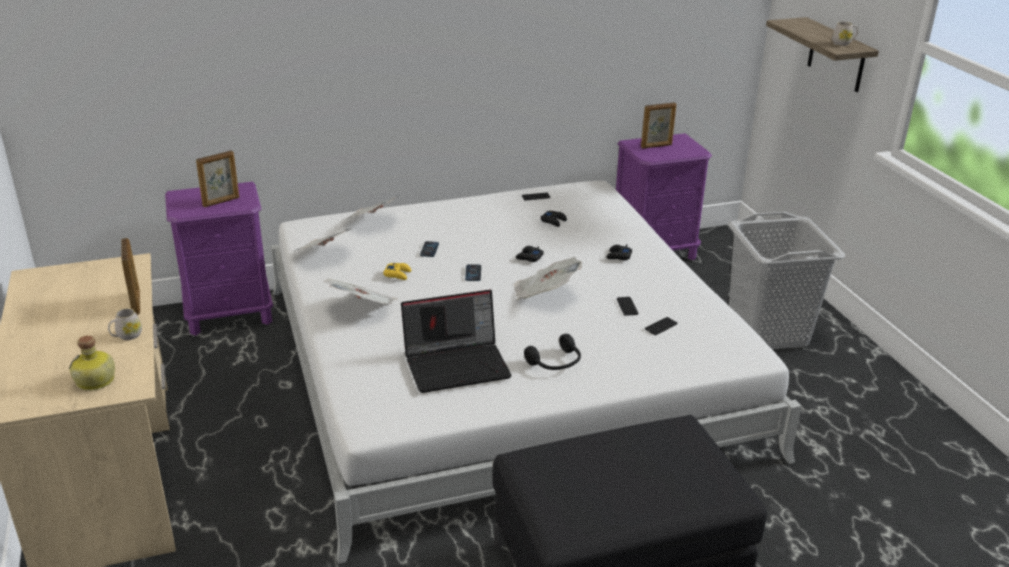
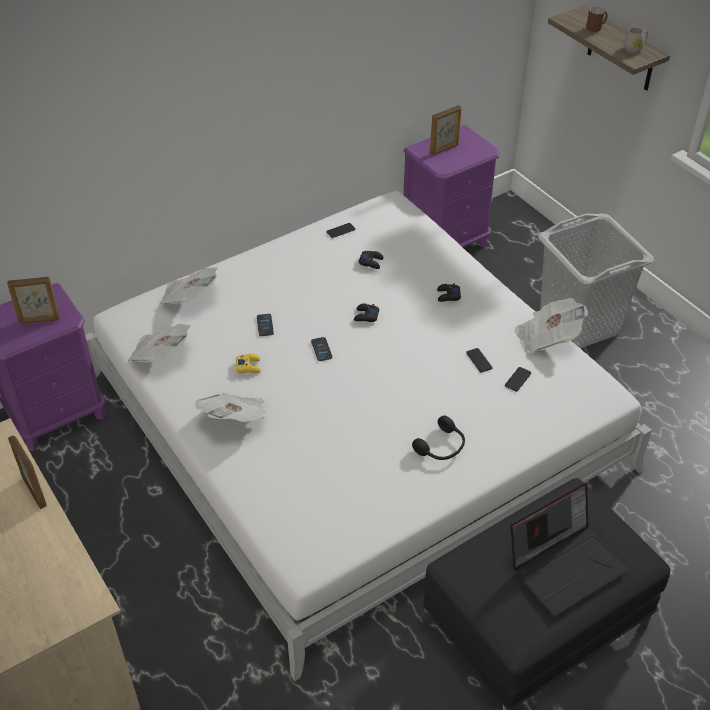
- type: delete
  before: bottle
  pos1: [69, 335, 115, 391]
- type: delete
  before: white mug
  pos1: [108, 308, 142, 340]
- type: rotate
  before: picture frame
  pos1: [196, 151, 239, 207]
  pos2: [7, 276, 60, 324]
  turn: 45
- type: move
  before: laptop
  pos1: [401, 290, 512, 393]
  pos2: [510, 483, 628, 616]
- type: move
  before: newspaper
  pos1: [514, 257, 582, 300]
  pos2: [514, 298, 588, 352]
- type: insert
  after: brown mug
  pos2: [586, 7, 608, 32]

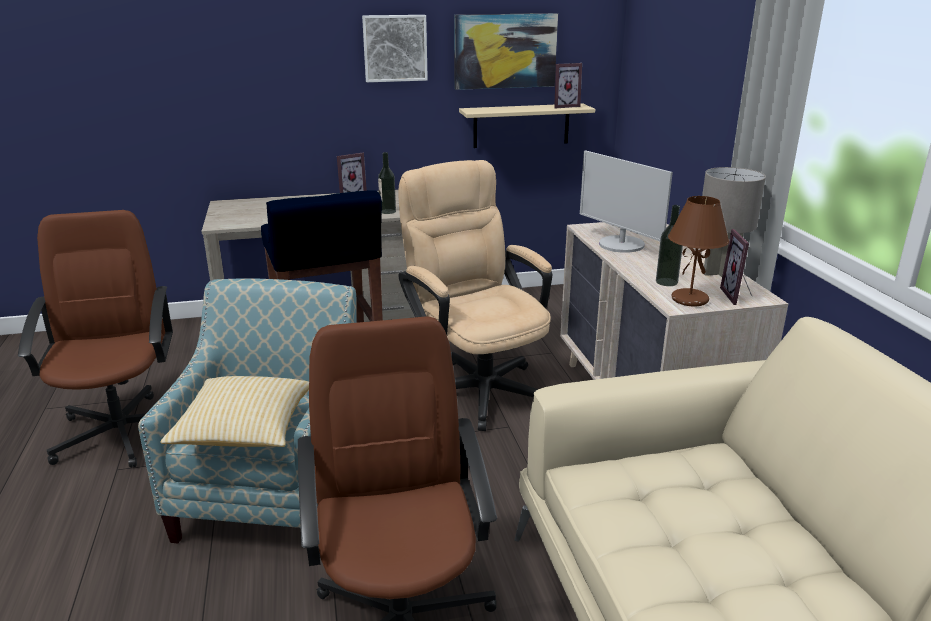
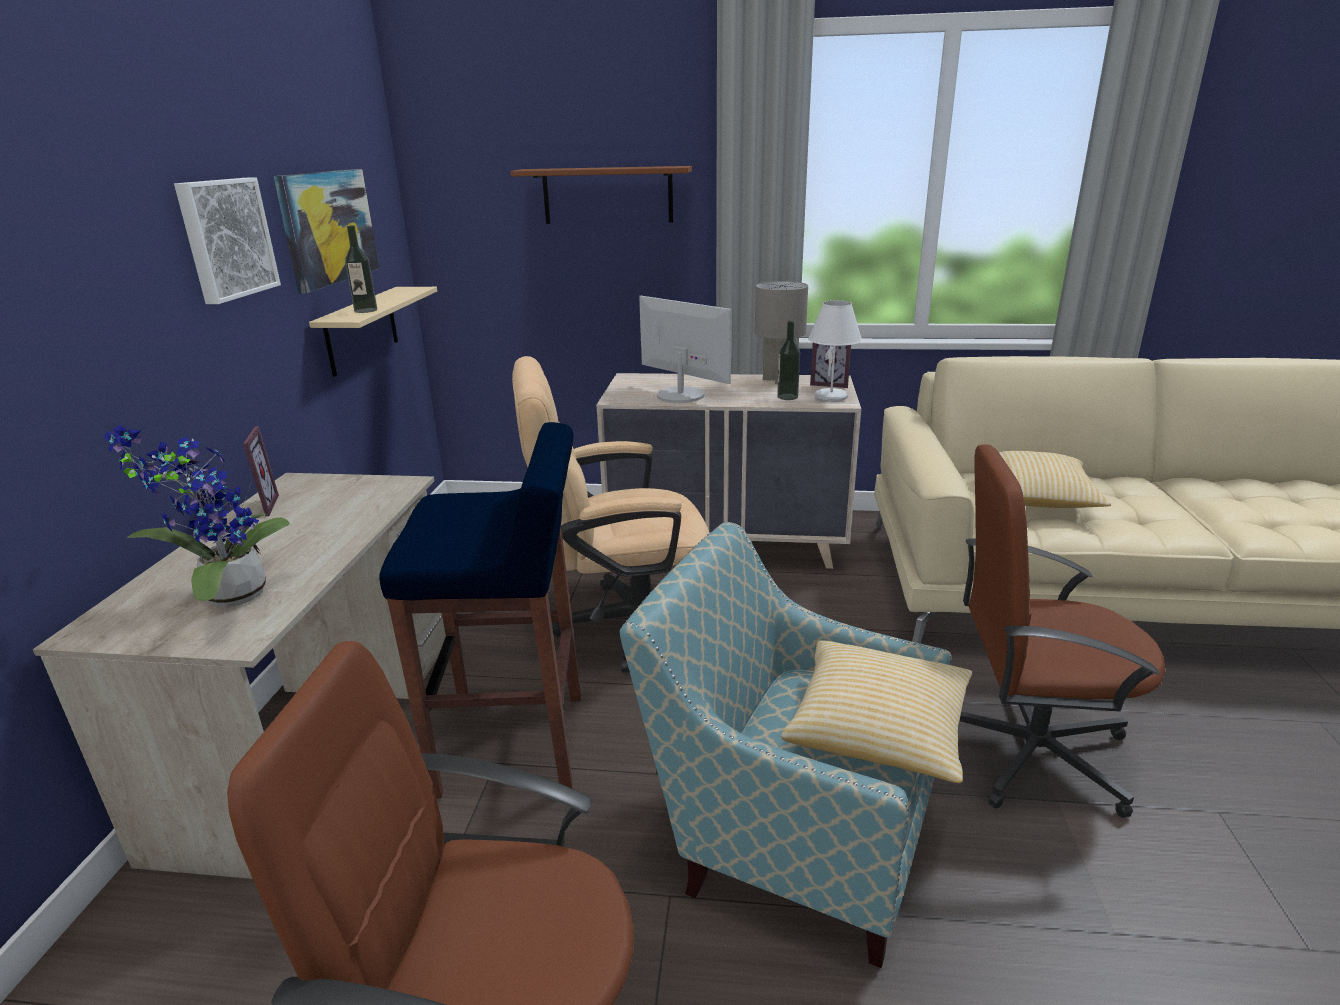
- type: move
  before: bottle
  pos1: [378, 152, 396, 214]
  pos2: [345, 225, 377, 313]
- type: delete
  before: picture frame
  pos1: [554, 63, 582, 108]
- type: rotate
  before: monitor
  pos1: [580, 150, 673, 253]
  pos2: [639, 296, 732, 403]
  turn: -120
- type: recolor
  before: brown table lamp
  after: white table lamp
  pos1: [668, 196, 729, 306]
  pos2: [808, 300, 862, 402]
- type: insert
  after: potted plant
  pos2: [104, 425, 290, 607]
- type: insert
  after: brown shelf
  pos2: [510, 166, 692, 224]
- type: insert
  after: pillow
  pos2: [999, 451, 1111, 508]

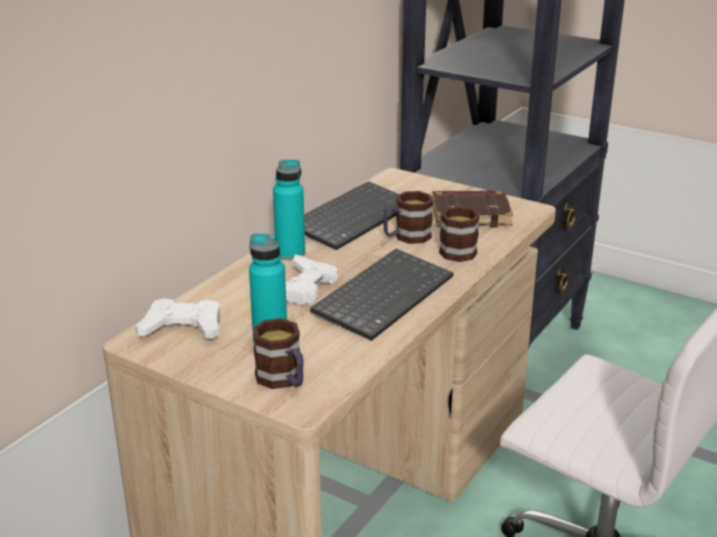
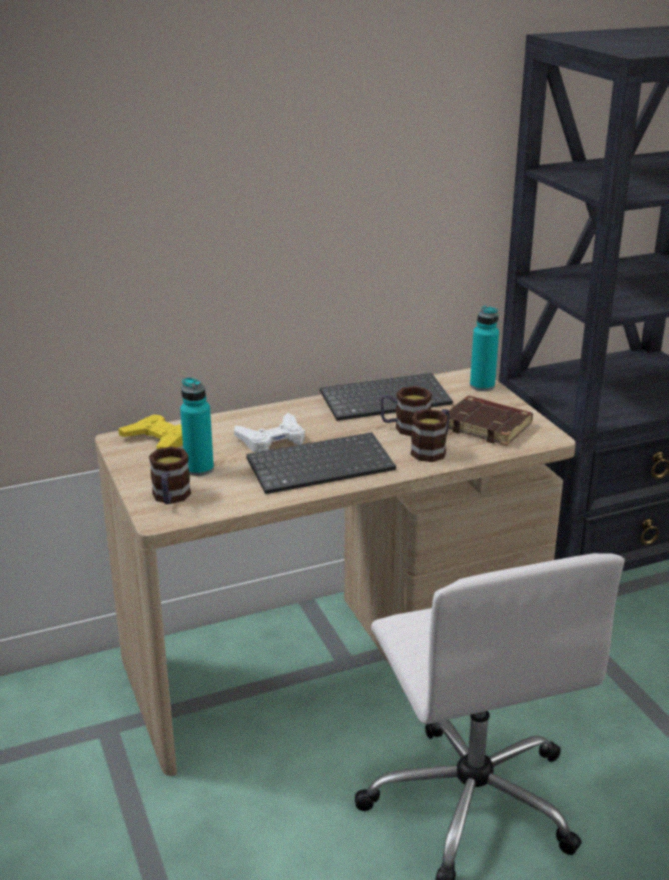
- type: recolor
  before: white game controller
  after: yellow game controller
  pos1: [135, 298, 220, 339]
  pos2: [118, 414, 183, 449]
- type: move
  before: turquoise bottle
  pos1: [273, 159, 305, 260]
  pos2: [470, 306, 499, 391]

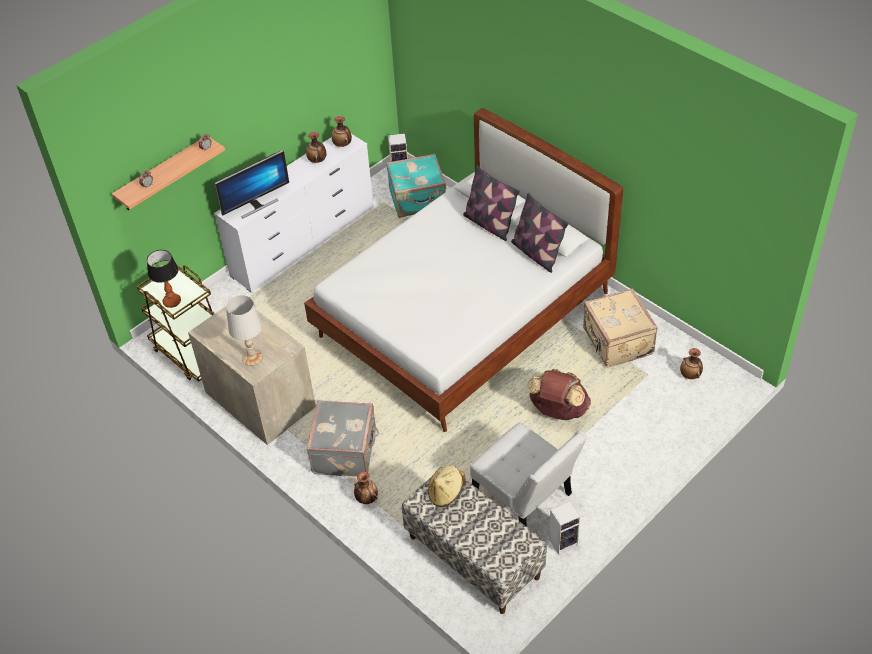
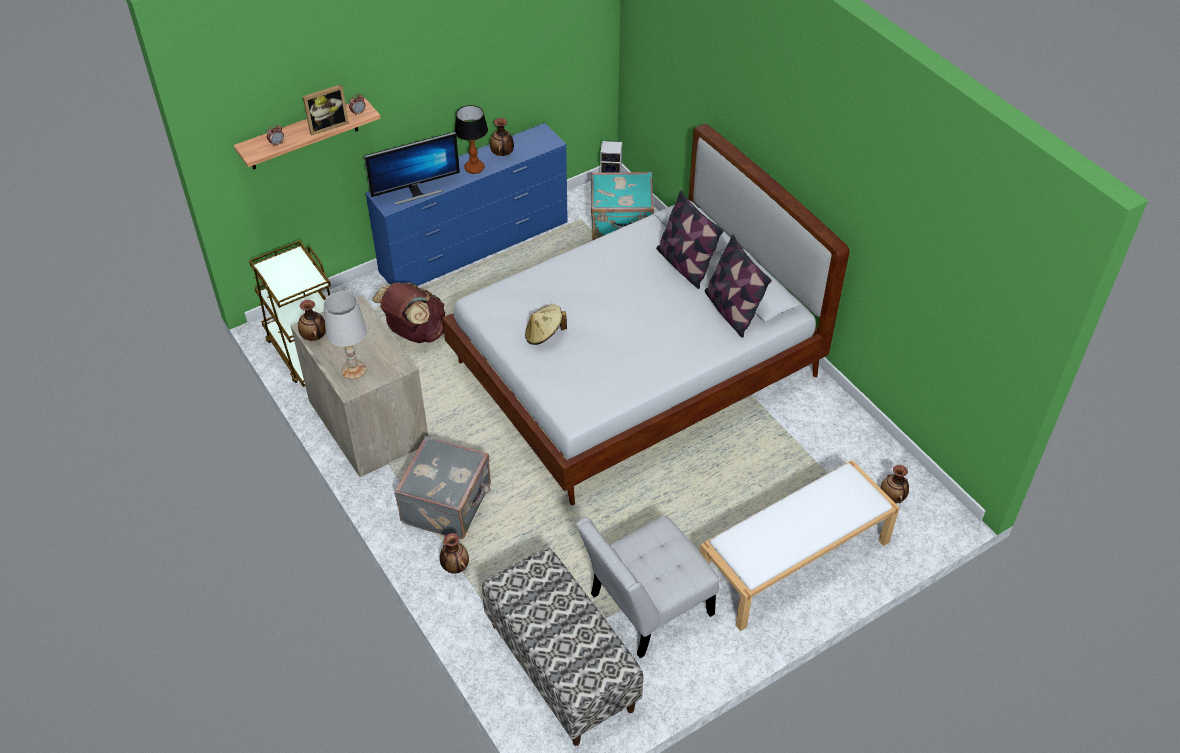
- type: move
  before: table lamp
  pos1: [147, 250, 181, 308]
  pos2: [455, 105, 488, 174]
- type: recolor
  before: white dresser
  after: blue dresser
  pos1: [214, 134, 374, 292]
  pos2: [365, 123, 568, 286]
- type: move
  before: vase
  pos1: [332, 116, 352, 147]
  pos2: [298, 300, 326, 341]
- type: move
  before: beige hat
  pos1: [428, 465, 466, 507]
  pos2: [525, 304, 567, 345]
- type: rotate
  before: white chair
  pos1: [470, 423, 587, 527]
  pos2: [576, 516, 719, 658]
  turn: 90
- type: move
  before: brown backpack
  pos1: [527, 369, 591, 420]
  pos2: [372, 283, 445, 343]
- type: delete
  before: speaker
  pos1: [549, 502, 580, 555]
- type: delete
  before: beige suitcase
  pos1: [583, 288, 658, 367]
- type: insert
  after: picture frame
  pos2: [303, 84, 349, 136]
- type: insert
  after: white bench
  pos2: [700, 460, 900, 631]

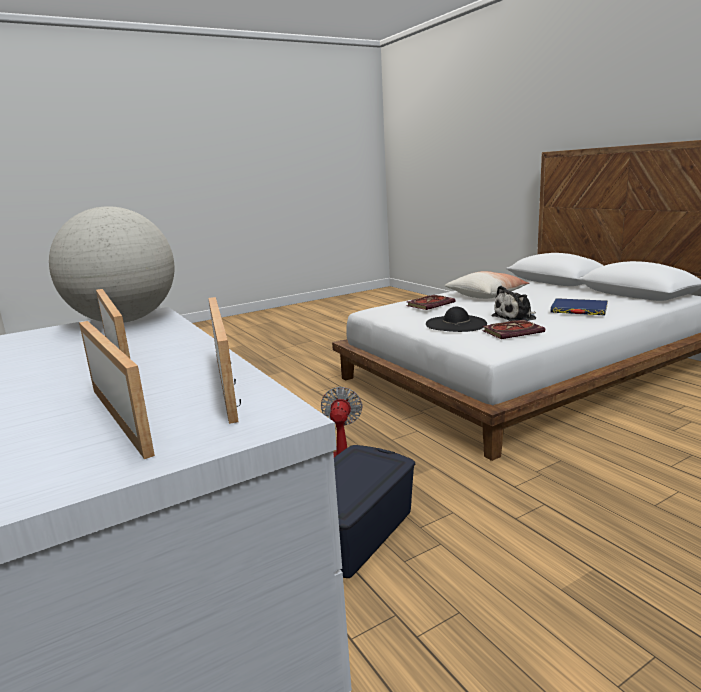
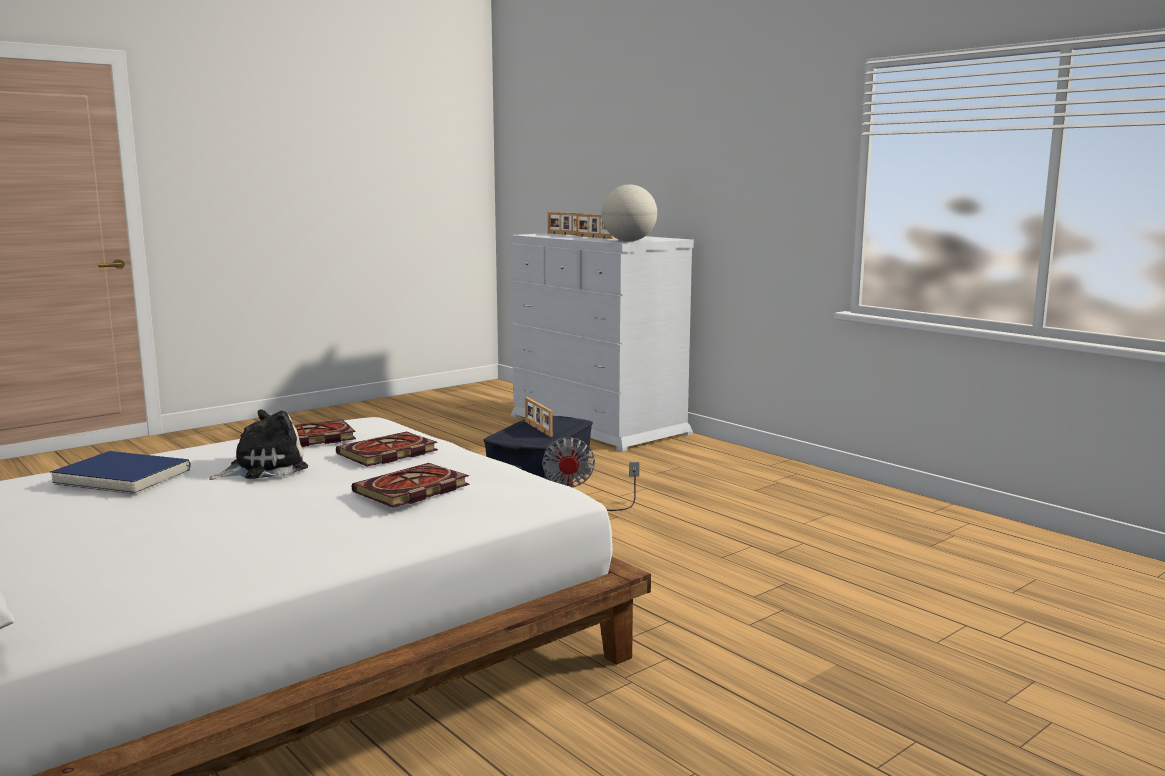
- type: move
  before: picture frame
  pos1: [208, 297, 241, 424]
  pos2: [525, 397, 553, 437]
- type: replace
  before: black hat
  after: book
  pos1: [426, 307, 487, 332]
  pos2: [336, 432, 438, 467]
- type: delete
  before: pillow
  pos1: [445, 271, 529, 299]

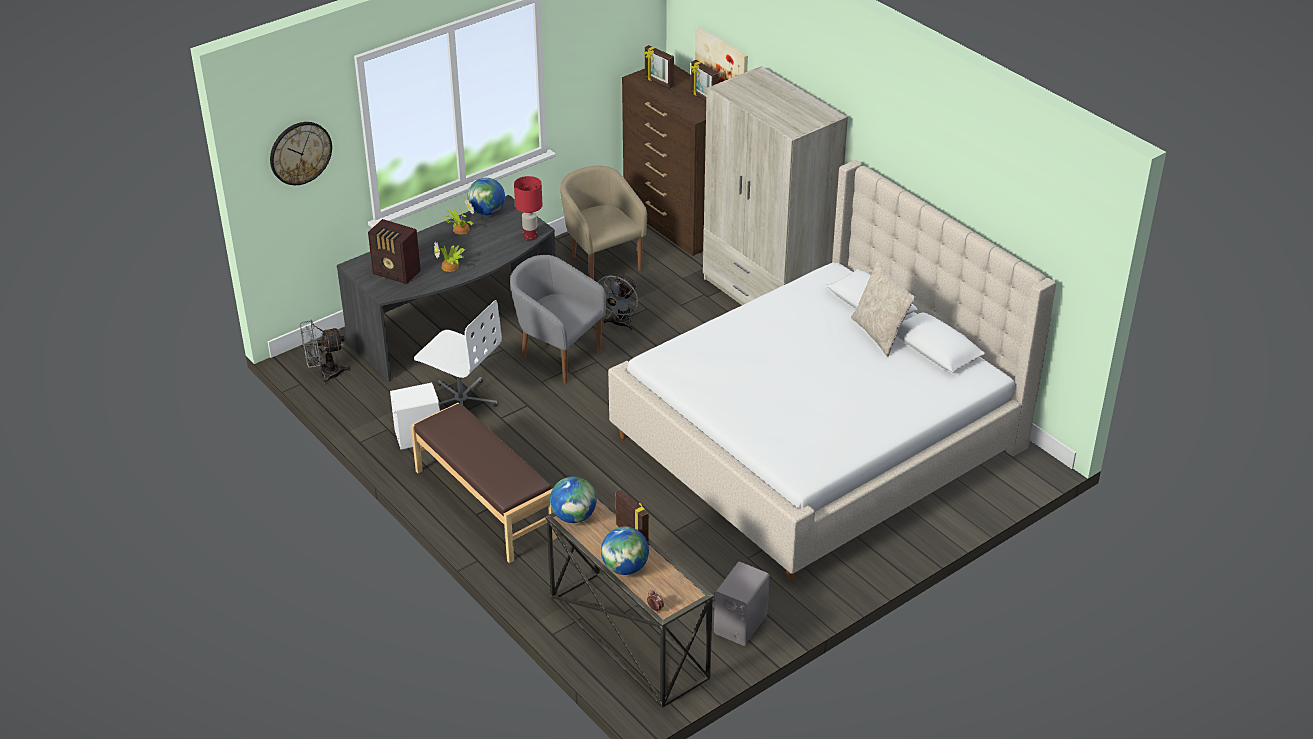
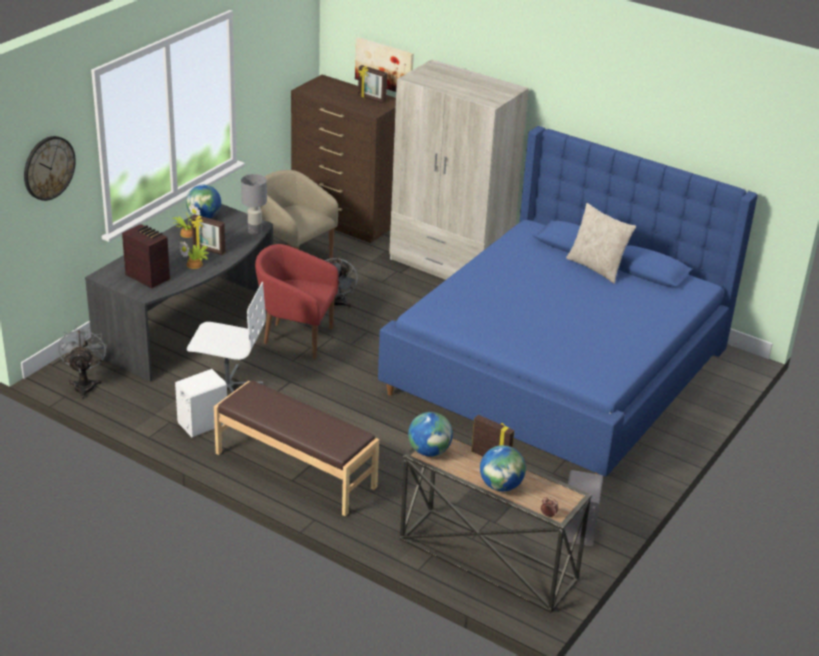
- type: rotate
  before: grey fan
  pos1: [300, 319, 350, 385]
  pos2: [58, 326, 106, 399]
  turn: 120
- type: rotate
  before: radio
  pos1: [368, 219, 421, 285]
  pos2: [122, 224, 170, 288]
  turn: -150
- type: recolor
  before: grey armchair
  after: red armchair
  pos1: [510, 255, 606, 384]
  pos2: [255, 244, 339, 359]
- type: recolor
  before: red table lamp
  after: grey table lamp
  pos1: [514, 176, 543, 241]
  pos2: [241, 174, 267, 235]
- type: recolor
  before: beige bed
  after: blue bed
  pos1: [608, 160, 1056, 581]
  pos2: [378, 126, 758, 477]
- type: move
  before: picture frame
  pos1: [644, 45, 674, 89]
  pos2: [191, 215, 225, 255]

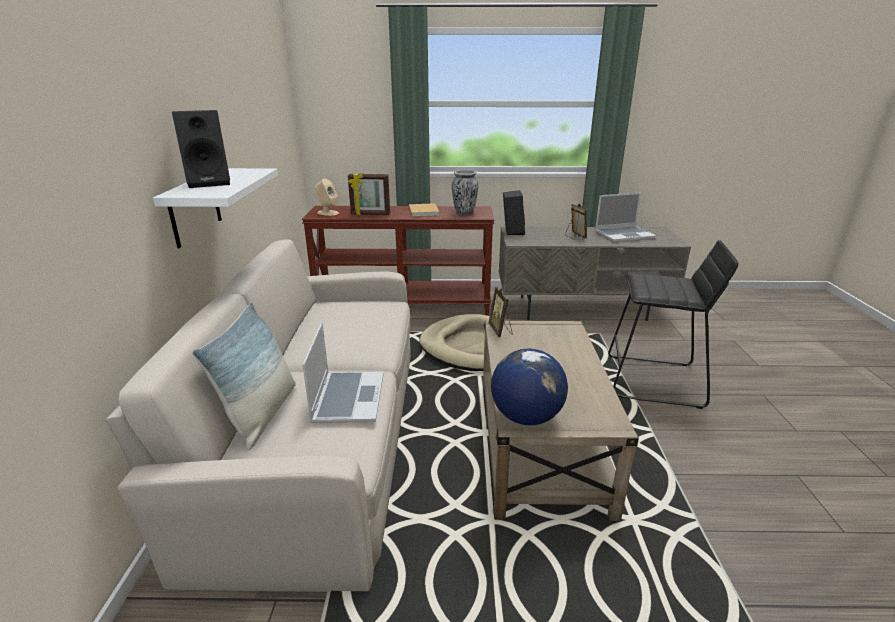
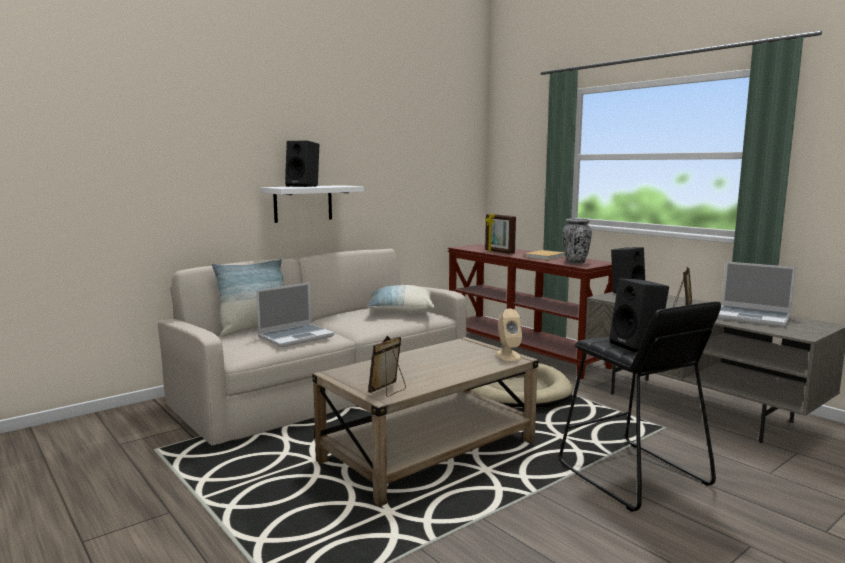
- type: move
  before: beige speaker
  pos1: [315, 179, 339, 216]
  pos2: [496, 309, 522, 361]
- type: move
  before: picture frame
  pos1: [488, 286, 513, 337]
  pos2: [368, 336, 406, 397]
- type: delete
  before: globe
  pos1: [491, 349, 568, 425]
- type: insert
  after: pillow
  pos2: [366, 285, 435, 314]
- type: insert
  after: black speaker
  pos2: [609, 278, 669, 353]

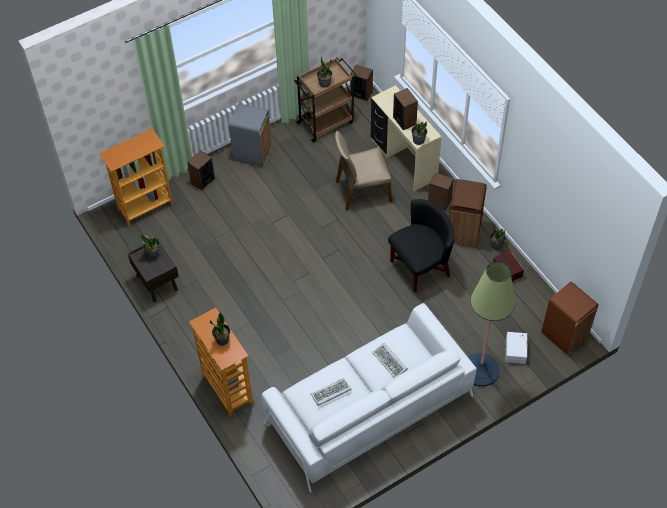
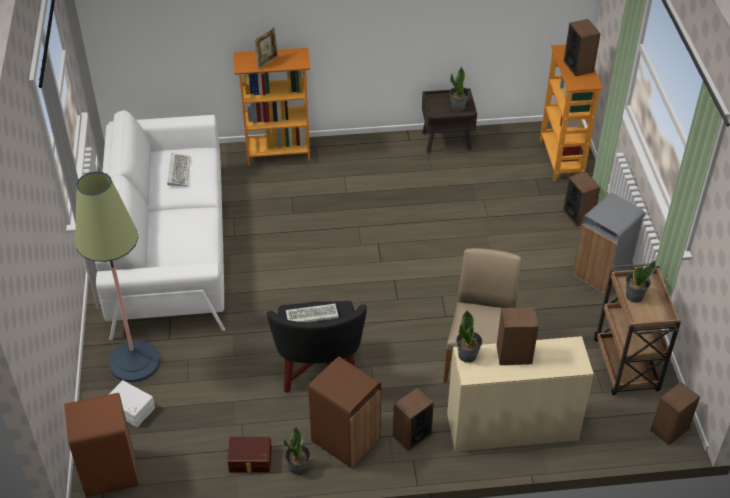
- type: replace
  before: potted plant
  after: picture frame
  pos1: [210, 312, 230, 345]
  pos2: [254, 27, 278, 69]
- type: move
  before: keyboard
  pos1: [372, 342, 408, 378]
  pos2: [286, 304, 339, 322]
- type: insert
  after: speaker
  pos2: [564, 19, 601, 76]

